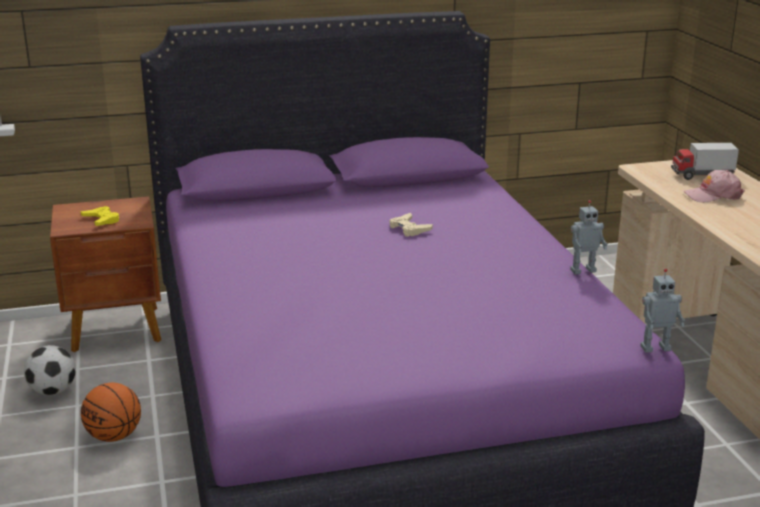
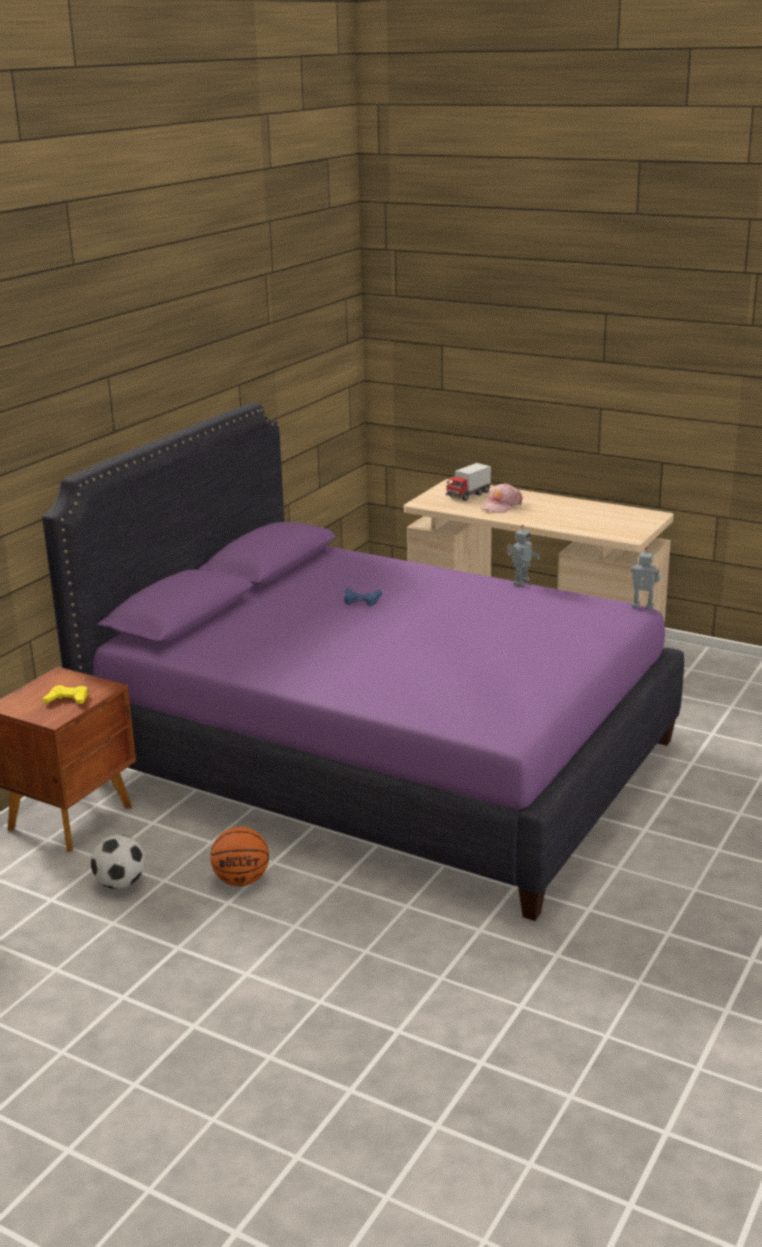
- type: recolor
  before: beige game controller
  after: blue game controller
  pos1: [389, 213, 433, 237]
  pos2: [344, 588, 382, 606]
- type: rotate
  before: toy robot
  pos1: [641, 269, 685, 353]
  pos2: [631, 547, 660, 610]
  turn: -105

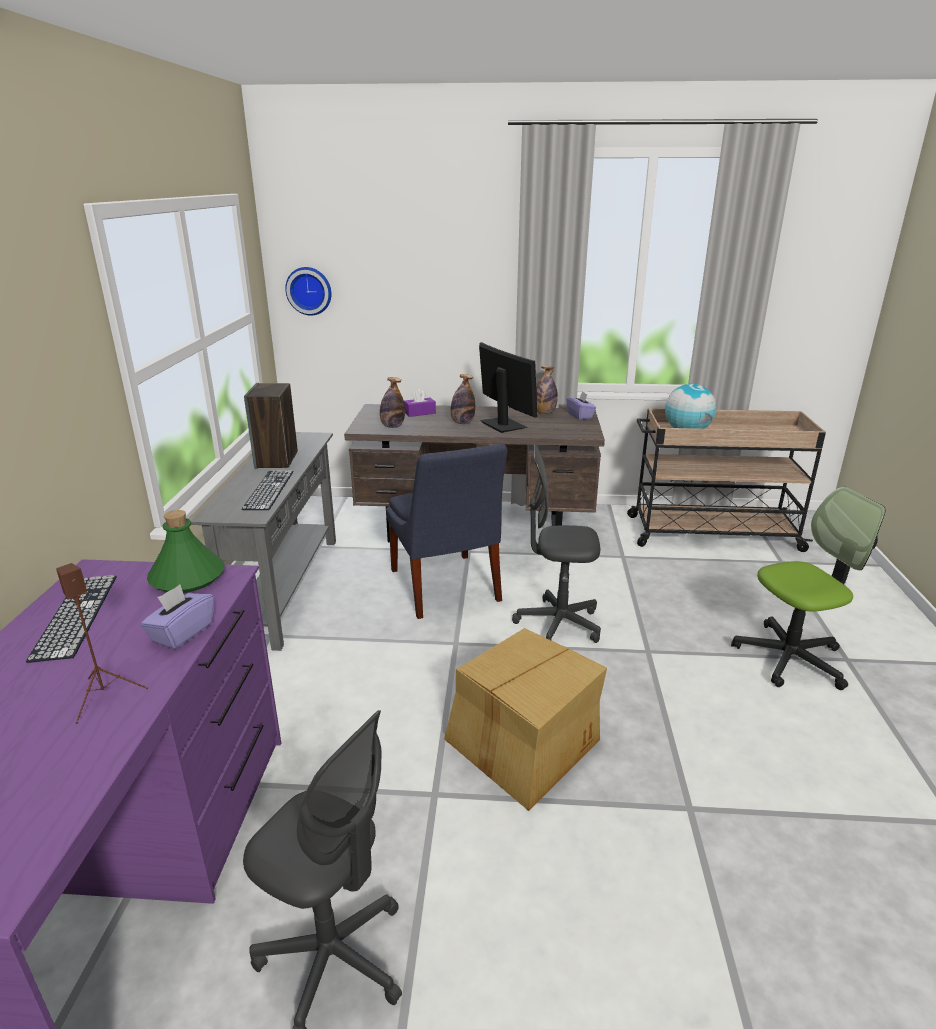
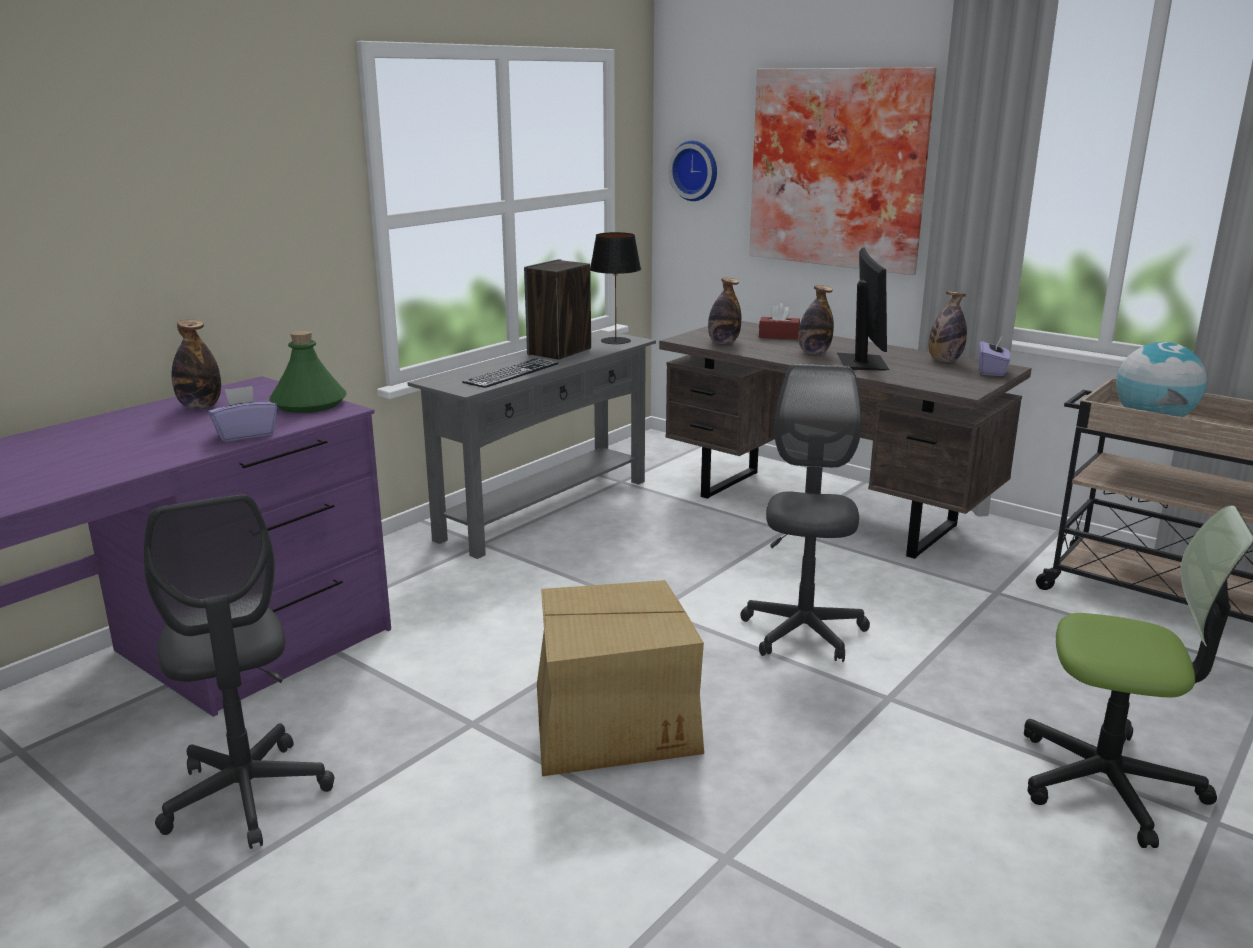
- type: replace
  before: keyboard
  after: bottle
  pos1: [26, 575, 117, 663]
  pos2: [172, 319, 221, 409]
- type: delete
  before: brown speaker
  pos1: [56, 563, 148, 724]
- type: delete
  before: blue chair
  pos1: [386, 444, 507, 619]
- type: recolor
  before: purple tissue box
  after: red tissue box
  pos1: [404, 389, 436, 417]
  pos2: [759, 303, 800, 340]
- type: rotate
  before: grey office chair
  pos1: [512, 445, 601, 643]
  pos2: [741, 364, 870, 662]
  turn: 60
- type: insert
  after: black table lamp
  pos2: [590, 232, 641, 345]
- type: insert
  after: picture
  pos2: [749, 67, 936, 275]

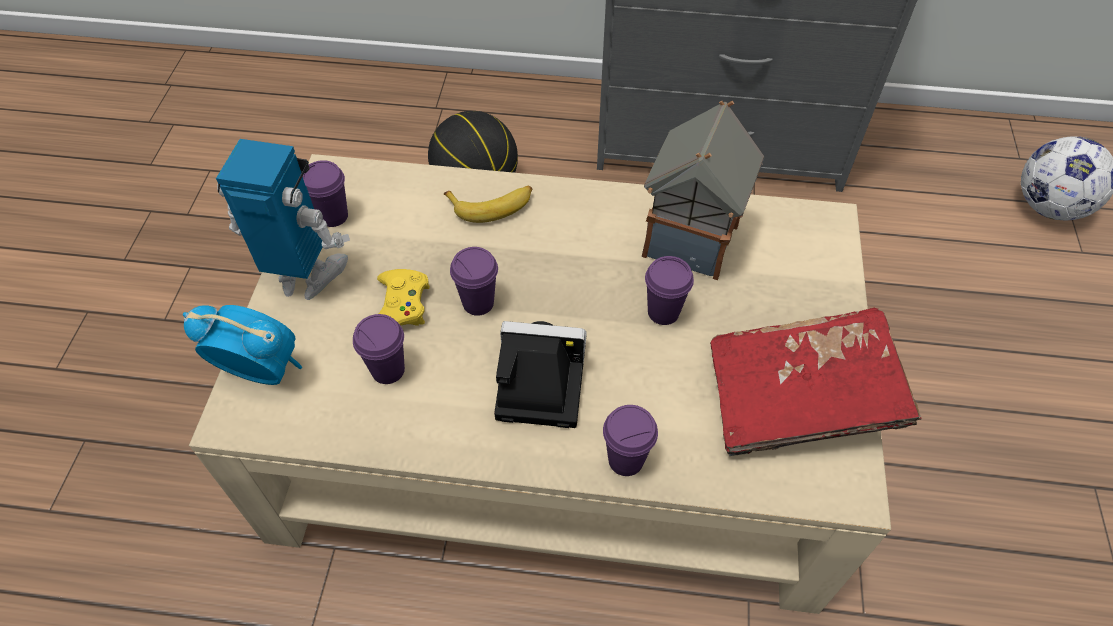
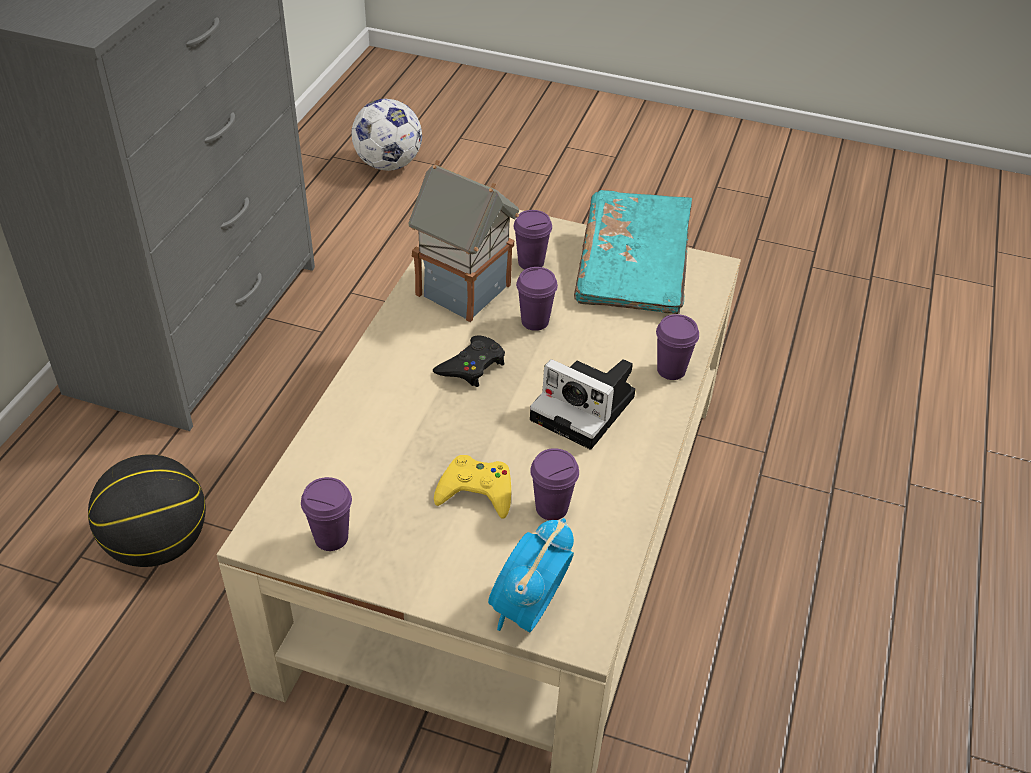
- type: delete
  before: toy robot
  pos1: [216, 139, 350, 300]
- type: delete
  before: banana
  pos1: [444, 186, 532, 223]
- type: move
  before: purple cup
  pos1: [450, 247, 498, 316]
  pos2: [513, 210, 552, 269]
- type: rotate
  before: photo camera
  pos1: [494, 321, 587, 428]
  pos2: [530, 359, 636, 450]
  turn: -75
- type: recolor
  before: red book
  after: turquoise book
  pos1: [710, 308, 921, 456]
  pos2: [574, 190, 692, 314]
- type: insert
  after: black game controller
  pos2: [433, 335, 505, 387]

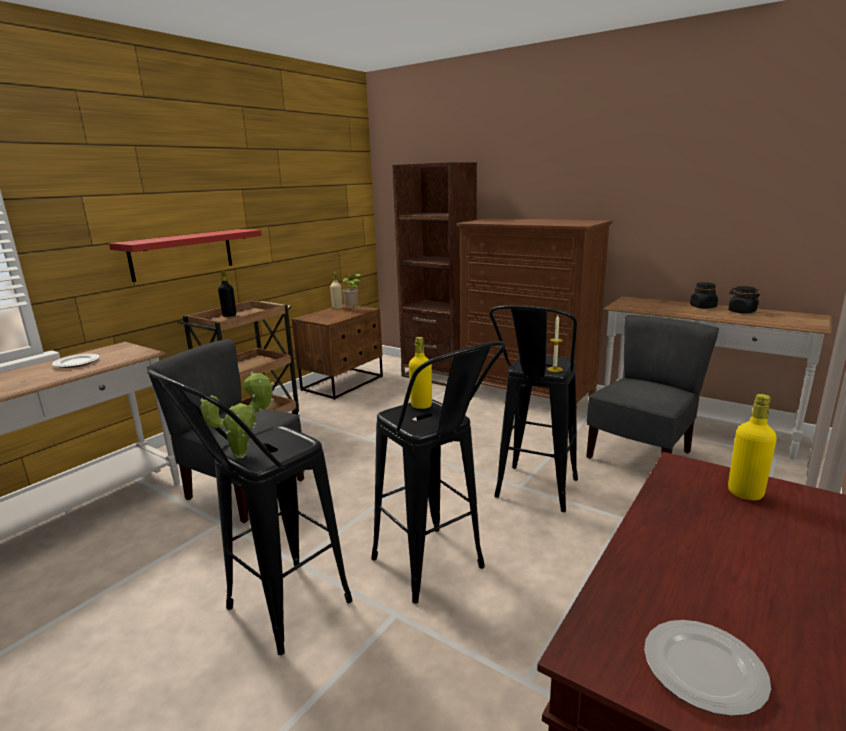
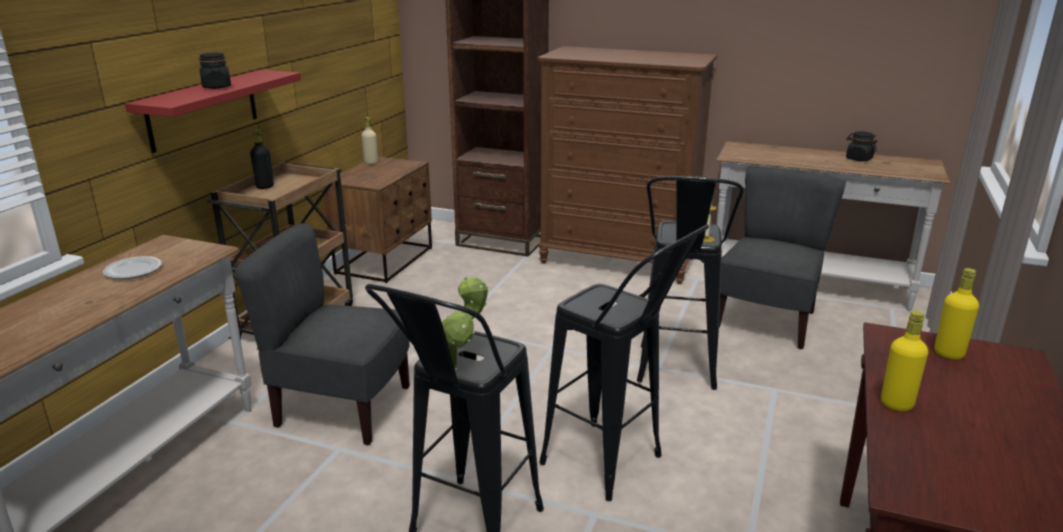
- type: delete
  before: potted plant
  pos1: [342, 274, 360, 308]
- type: move
  before: yellow bottle
  pos1: [409, 337, 432, 409]
  pos2: [881, 311, 928, 411]
- type: delete
  before: plate
  pos1: [644, 620, 771, 716]
- type: move
  before: black jar
  pos1: [690, 282, 718, 309]
  pos2: [199, 53, 231, 89]

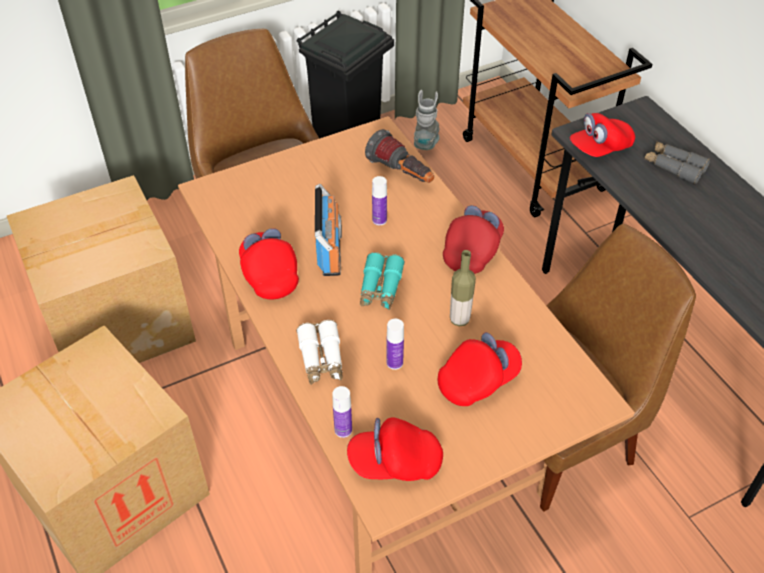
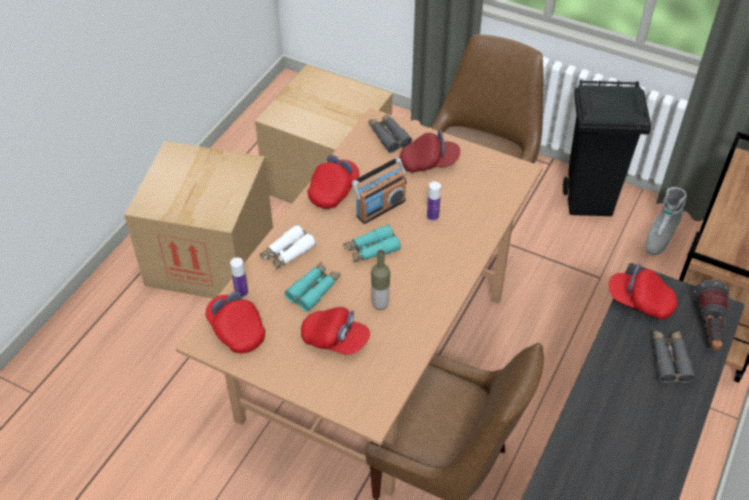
- type: move
  before: flashlight
  pos1: [365, 129, 434, 183]
  pos2: [694, 280, 729, 350]
- type: replace
  before: bottle
  after: turquoise binoculars
  pos1: [386, 319, 404, 370]
  pos2: [285, 262, 341, 311]
- type: rotate
  before: grey boot
  pos1: [414, 90, 440, 150]
  pos2: [645, 187, 686, 255]
  turn: 150
- type: move
  before: red cap
  pos1: [443, 205, 504, 274]
  pos2: [400, 130, 460, 172]
- type: insert
  after: grey binoculars
  pos2: [369, 114, 412, 153]

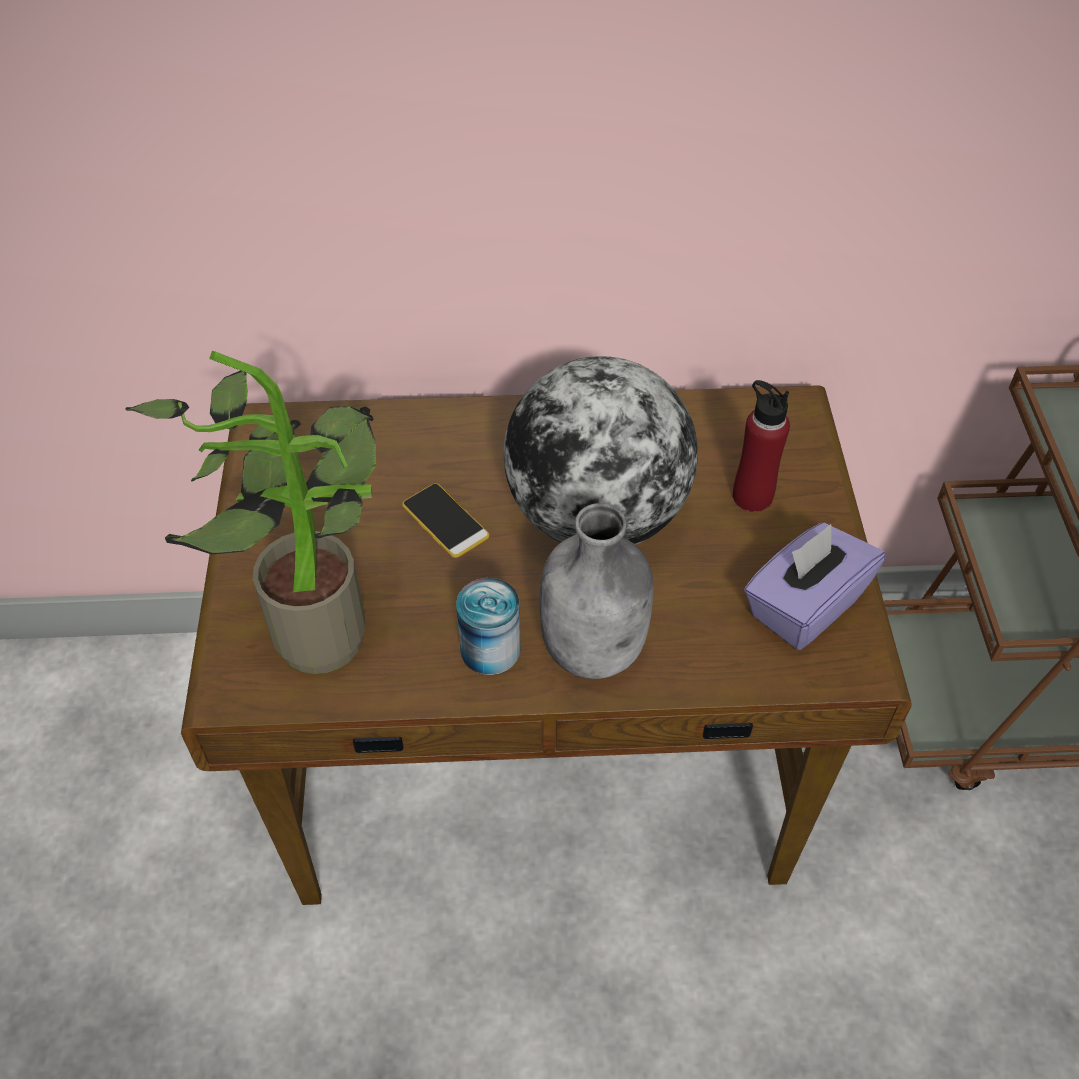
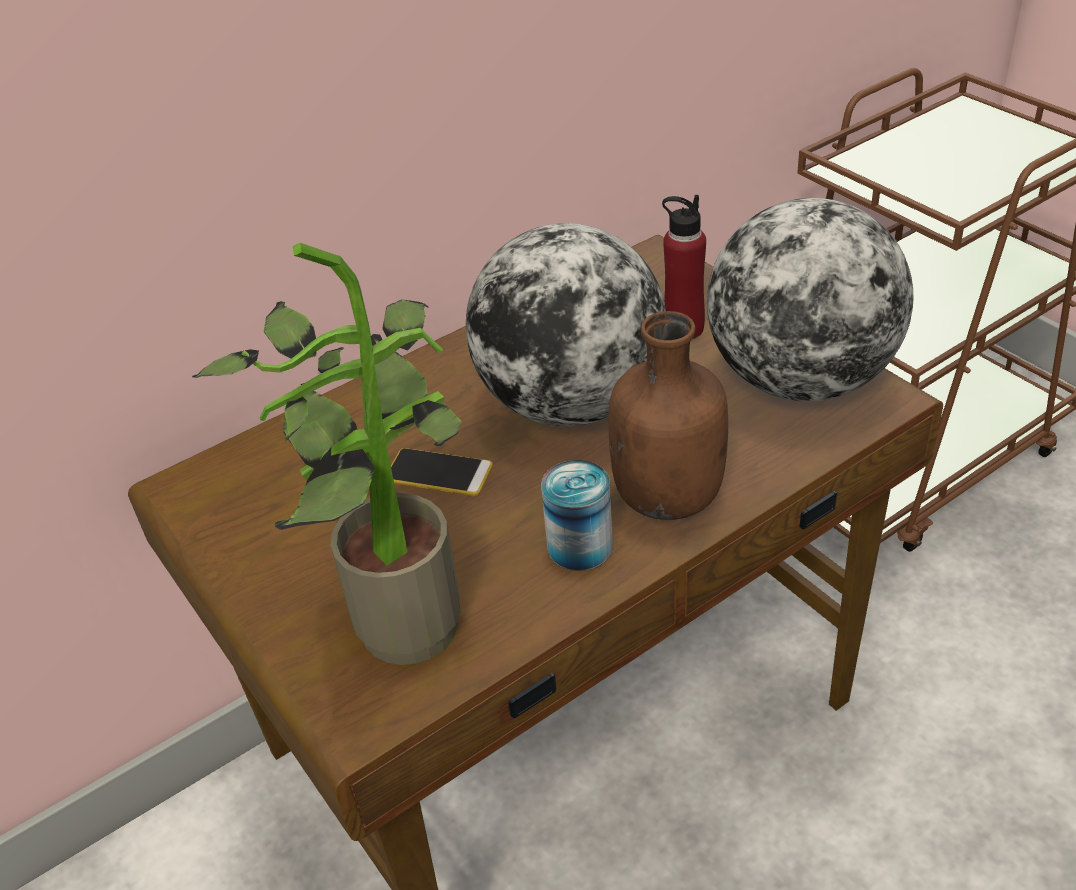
- type: recolor
  before: grey bottle
  after: brown bottle
  pos1: [540, 503, 653, 679]
  pos2: [608, 311, 728, 520]
- type: replace
  before: purple tissue box
  after: globe
  pos1: [744, 523, 885, 650]
  pos2: [707, 198, 913, 401]

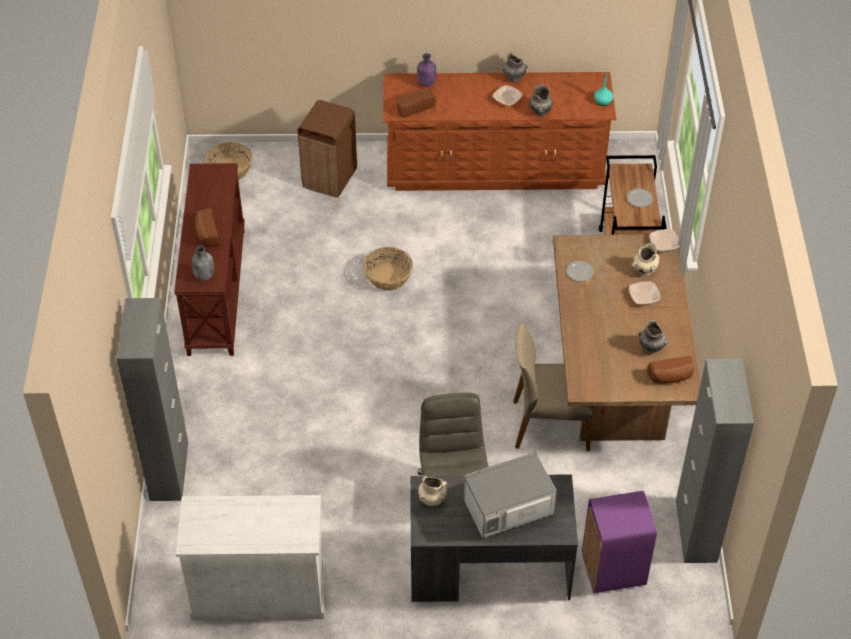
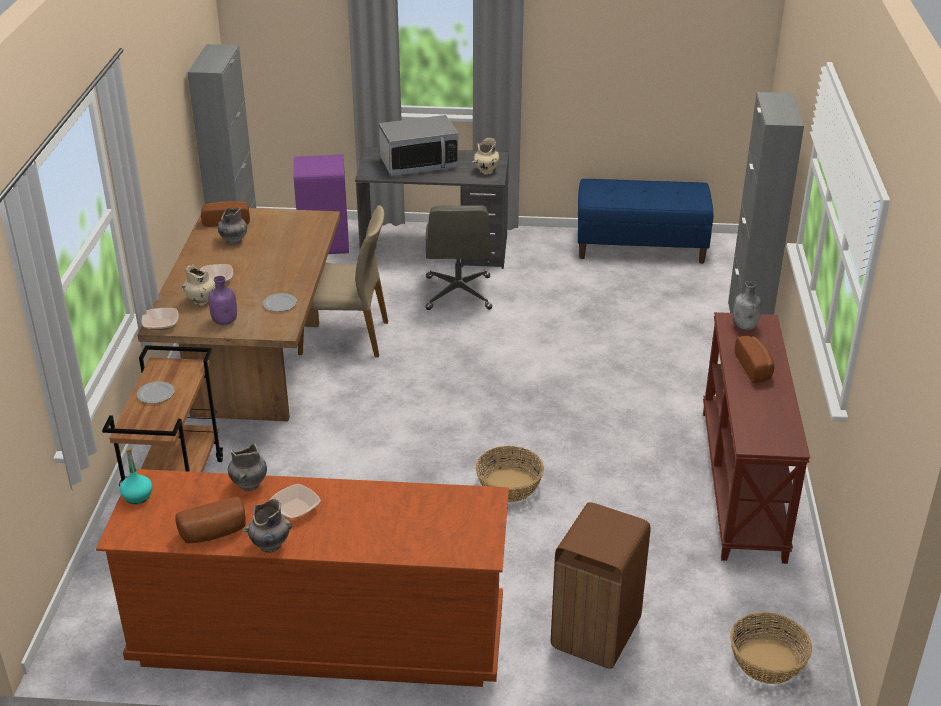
- type: replace
  before: white cabinet
  after: blue bench
  pos1: [175, 495, 326, 621]
  pos2: [578, 179, 713, 264]
- type: move
  before: bread
  pos1: [397, 89, 436, 118]
  pos2: [175, 497, 246, 543]
- type: move
  before: purple bottle
  pos1: [417, 53, 436, 87]
  pos2: [208, 276, 237, 325]

